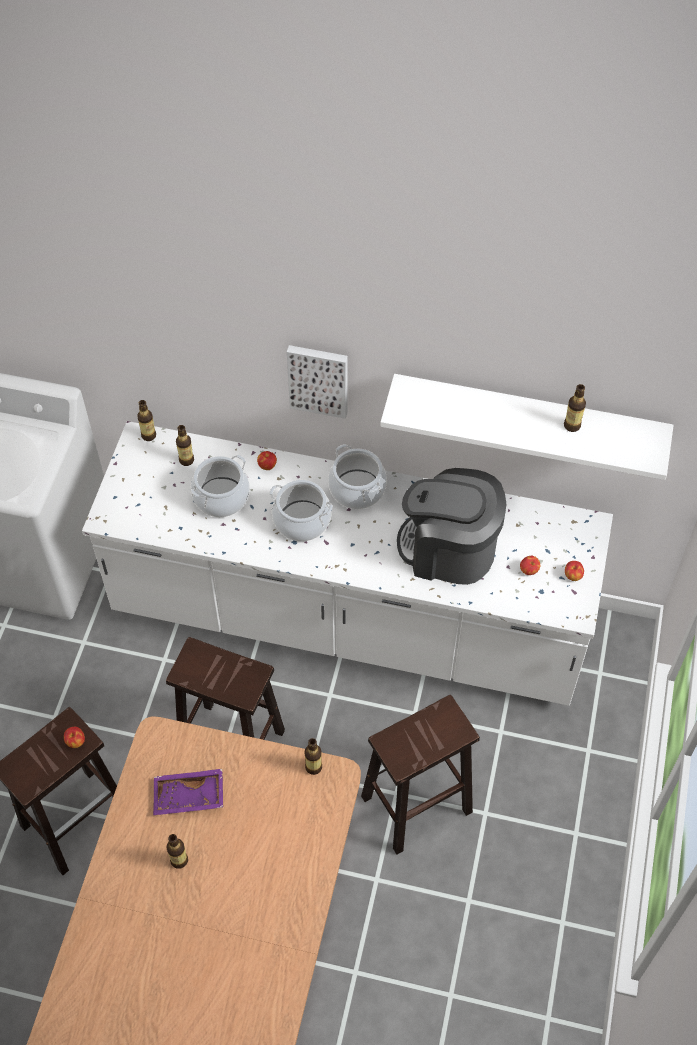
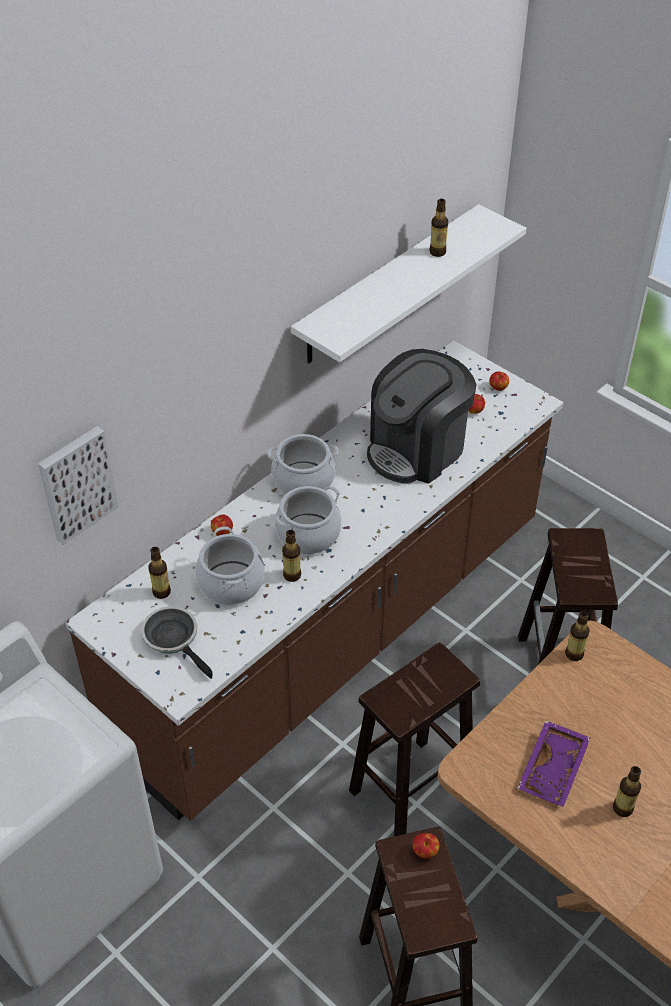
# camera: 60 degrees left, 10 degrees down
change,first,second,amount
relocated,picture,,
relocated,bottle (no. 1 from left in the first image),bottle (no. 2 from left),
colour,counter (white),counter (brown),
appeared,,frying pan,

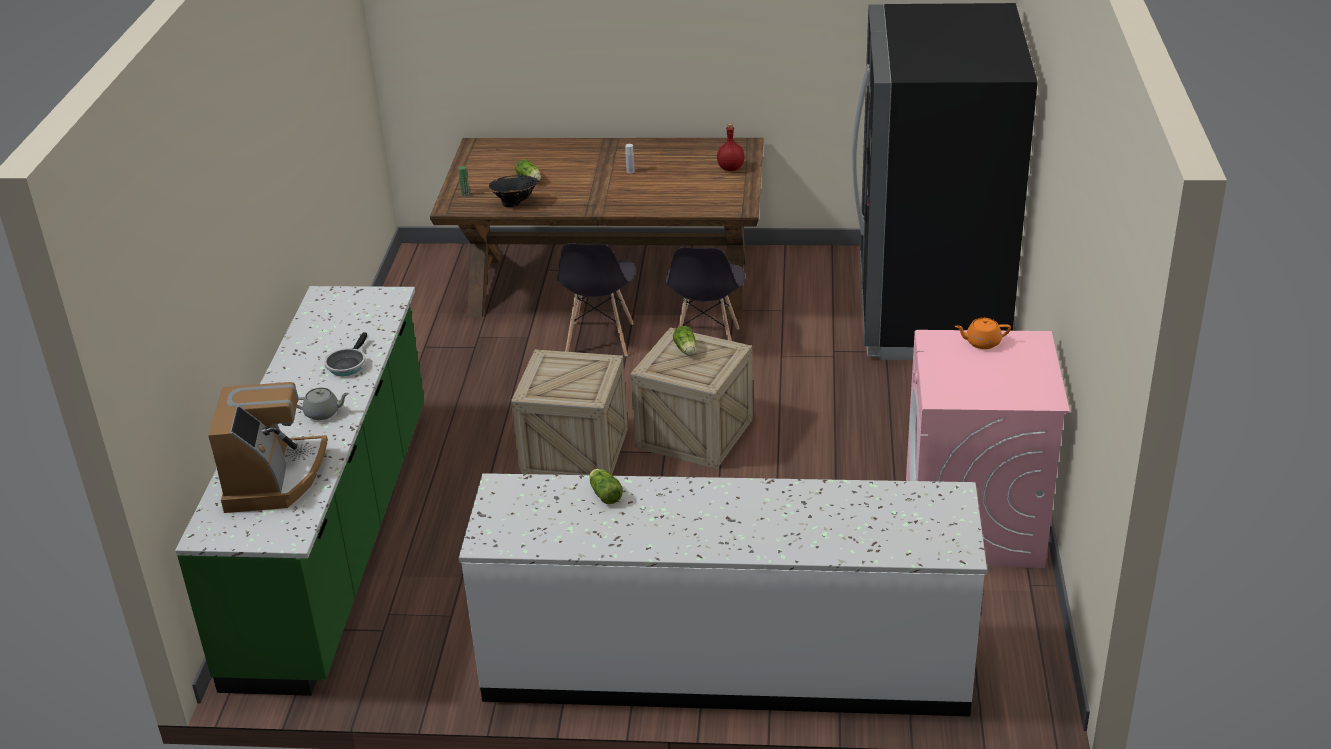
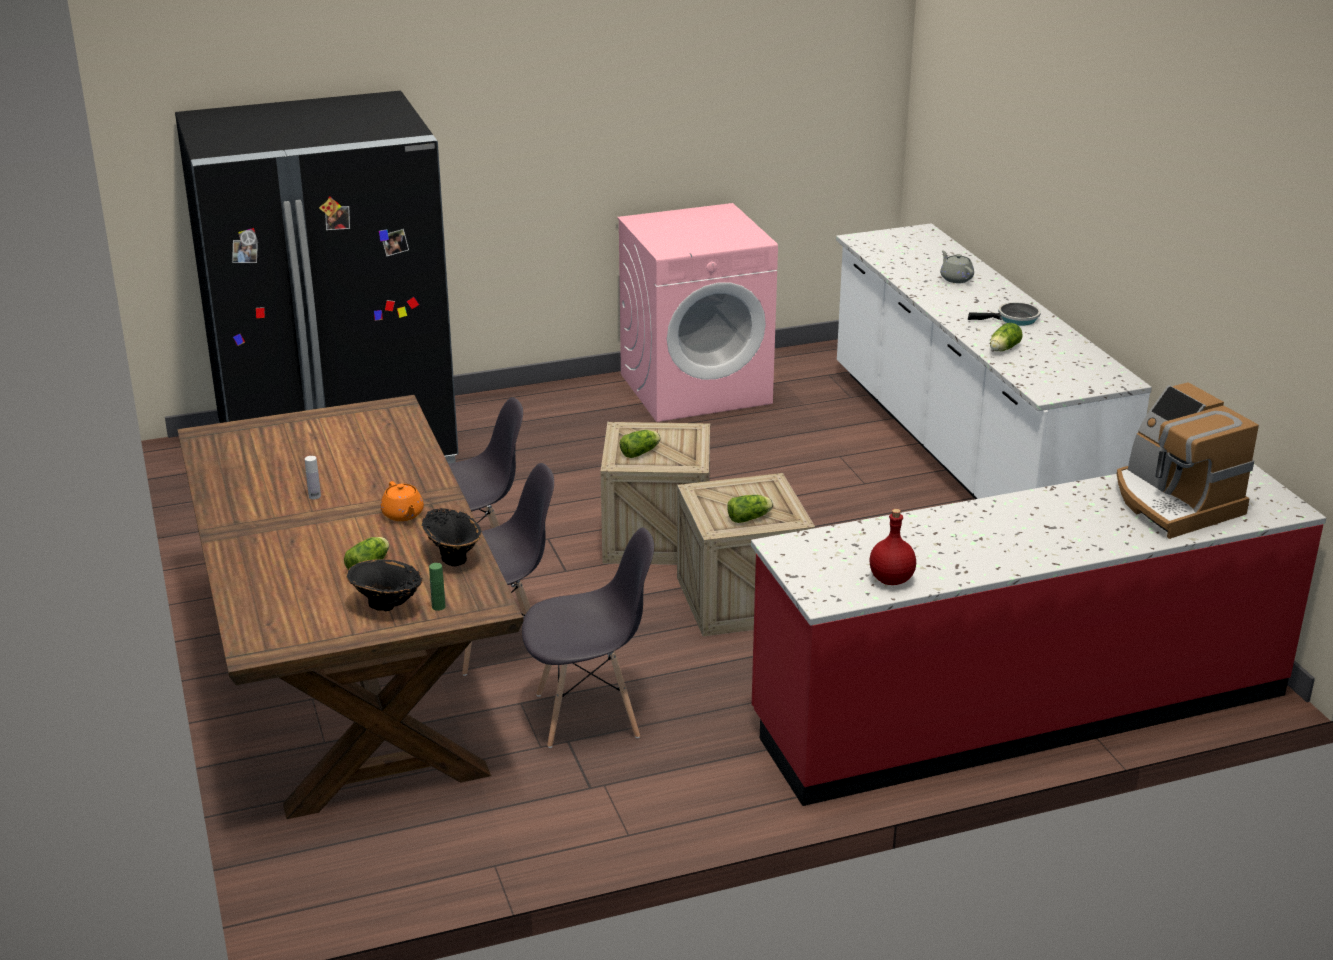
# camera: 115 degrees left, 5 degrees down
change,first,second,amount
relocated,bottle (red),,
colour,counter (green),counter (red),
relocated,teapot (orange),,
relocated,frying pan,,
spun,coffee machine,,90 degrees counterclockwise
relocated,teapot (grey),,
appeared,,lettuce (no. 3 from left),
appeared,,chair (grey) (no. 3 from left),
appeared,,vase (black) (no. 1 from left),

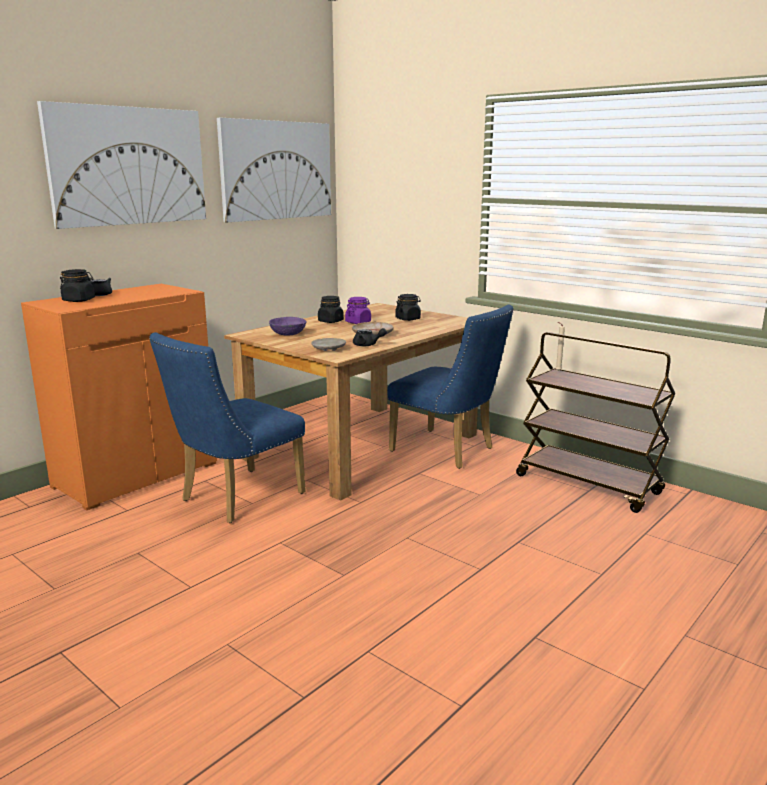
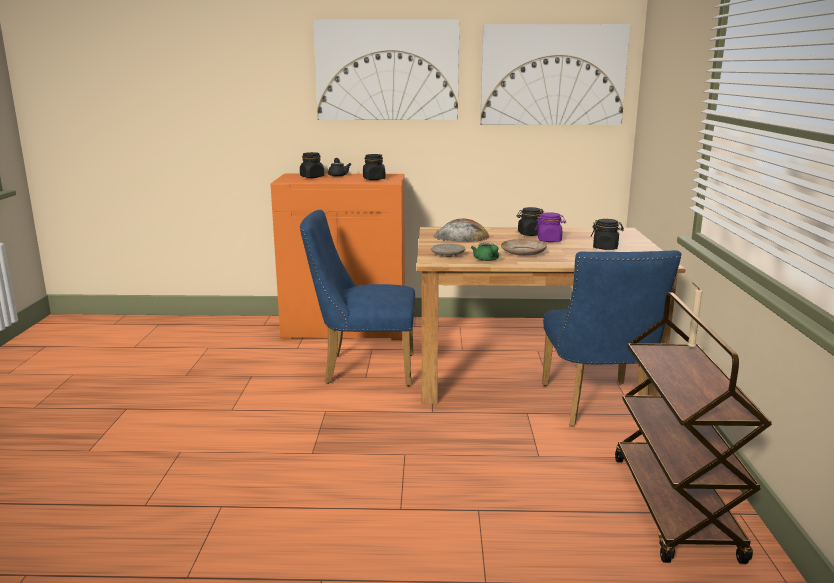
# camera: 50 degrees right, 0 degrees up
change,first,second,amount
exchanged,bowl (purple),bread,
colour,teapot (black) (no. 2 from left),teapot (green),
appeared,,jar (black) (no. 2 from left),

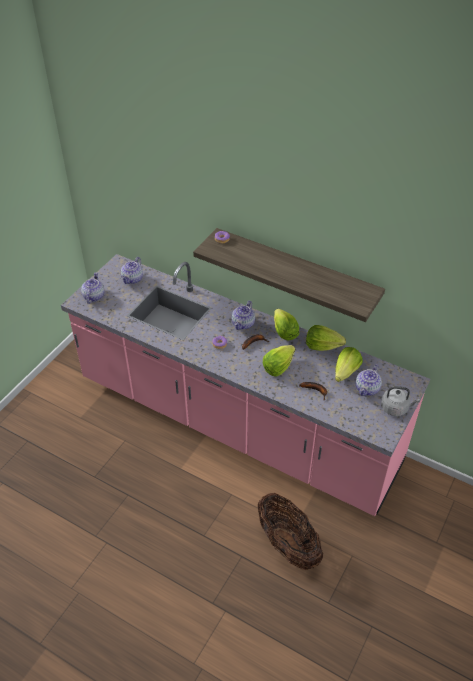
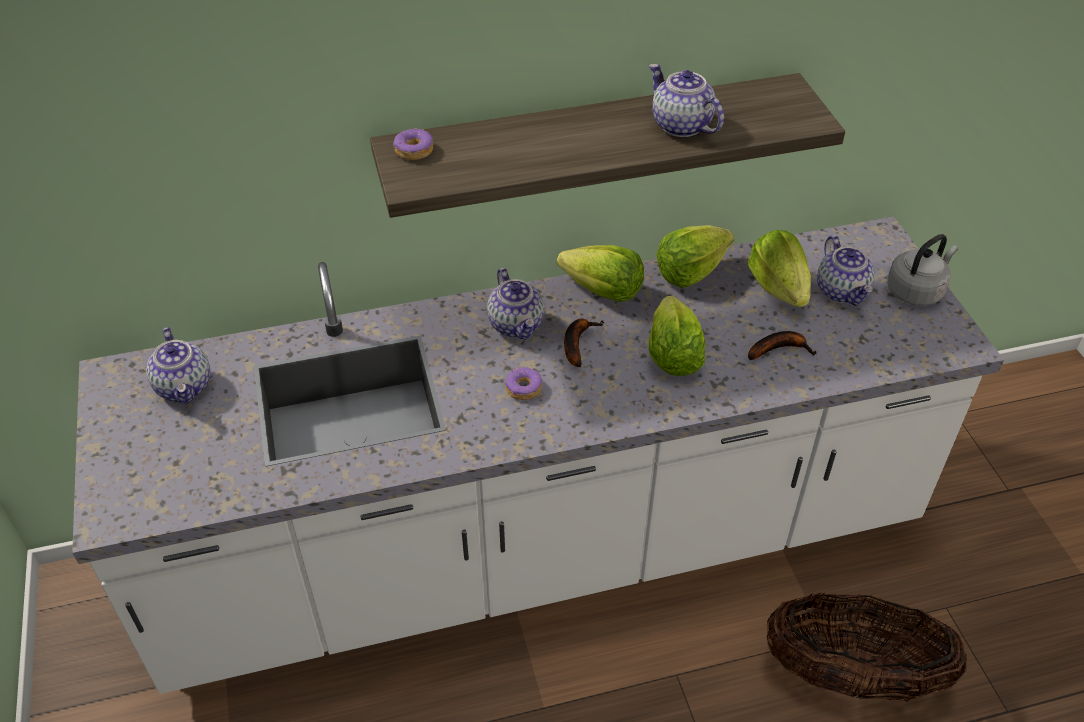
# camera: 45 degrees left, 0 degrees up
change,first,second,amount
colour,counter (pink),counter (white),
relocated,teapot (no. 1 from left in the first image),teapot (no. 3 from left),

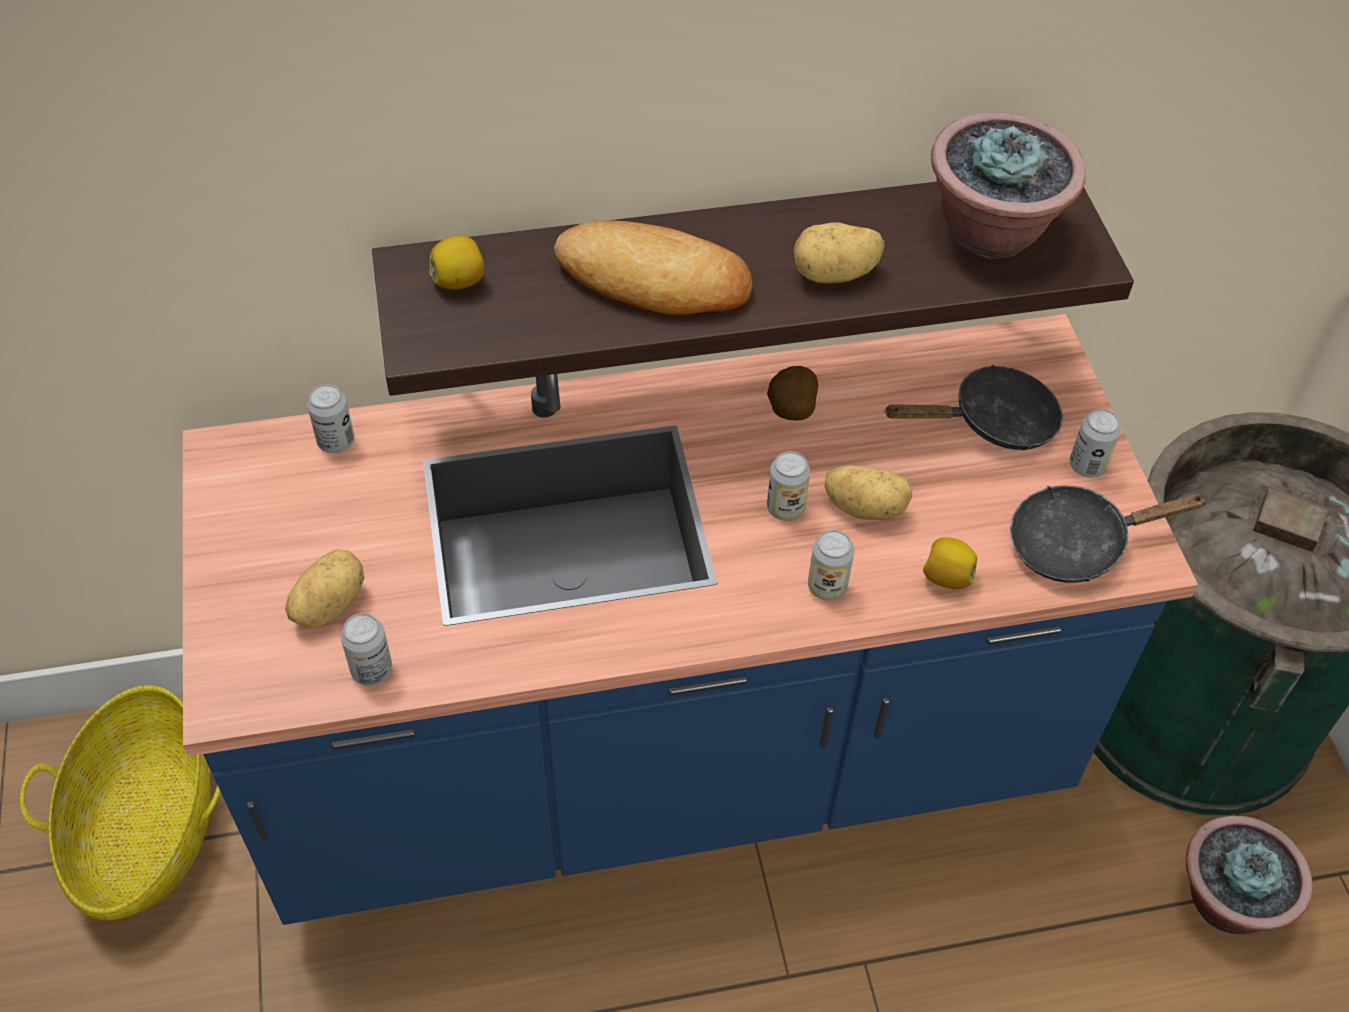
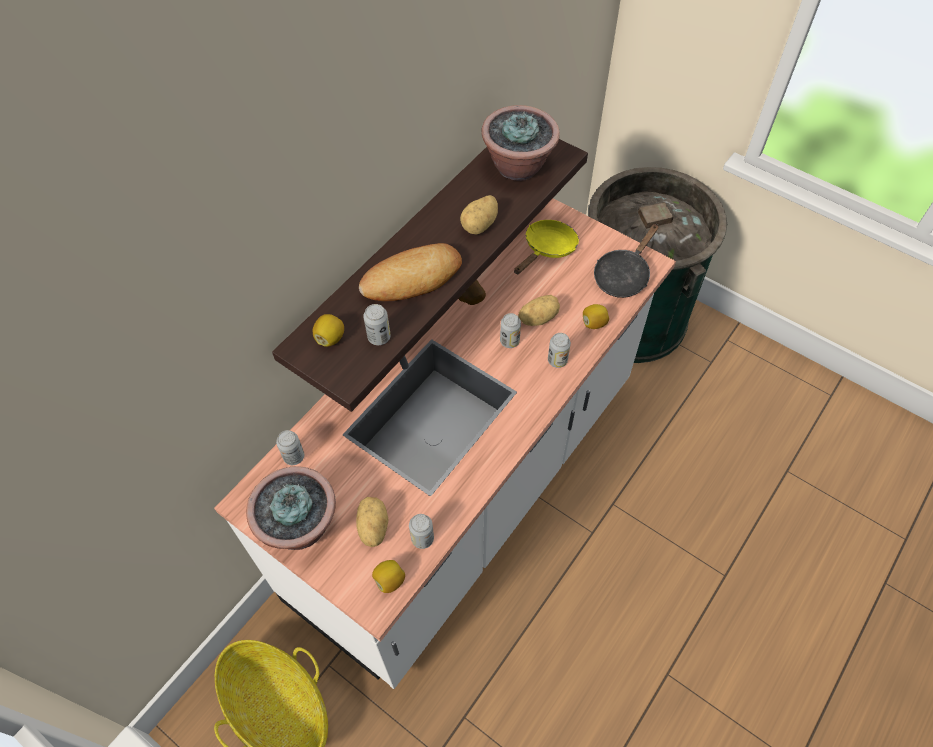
# camera: 40 degrees left, 5 degrees up
change,first,second,amount
colour,counter (blue),counter (white),
colour,frying pan (black) (no. 1 from left),frying pan (yellow),
relocated,can (no. 5 from left in the first image),can (no. 2 from left),
relocated,potted plant (no. 2 from left in the first image),potted plant (no. 1 from left),
appeared,,lemon (no. 2 from left),

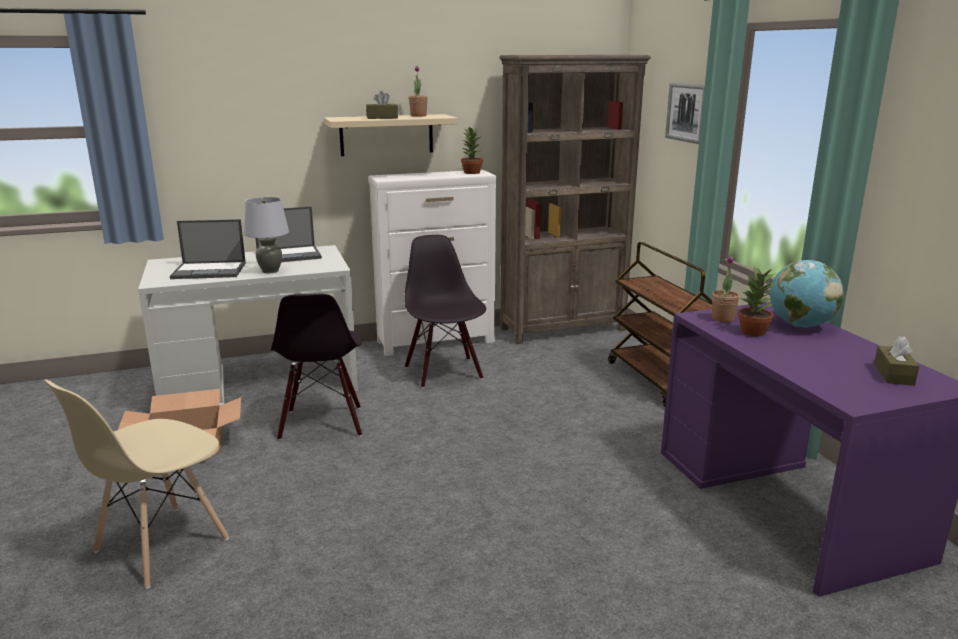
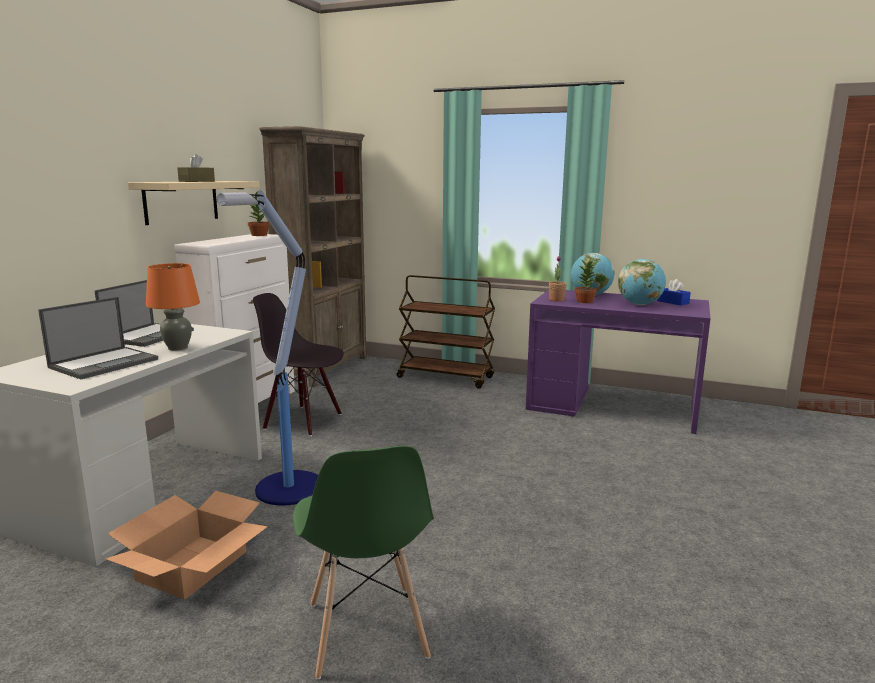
# camera: 50 degrees left, 5 degrees down
change,first,second,amount
missing,potted plant (no. 1 from left),,
missing,picture,,
colour,table lamp (grey),table lamp (orange),
exchanged,chair (black) (no. 1 from left),floor lamp,
colour,tissue box (brown) (no. 2 from left),tissue box (blue),
colour,chair (beige),chair (green),
appeared,,globe (no. 2 from left),

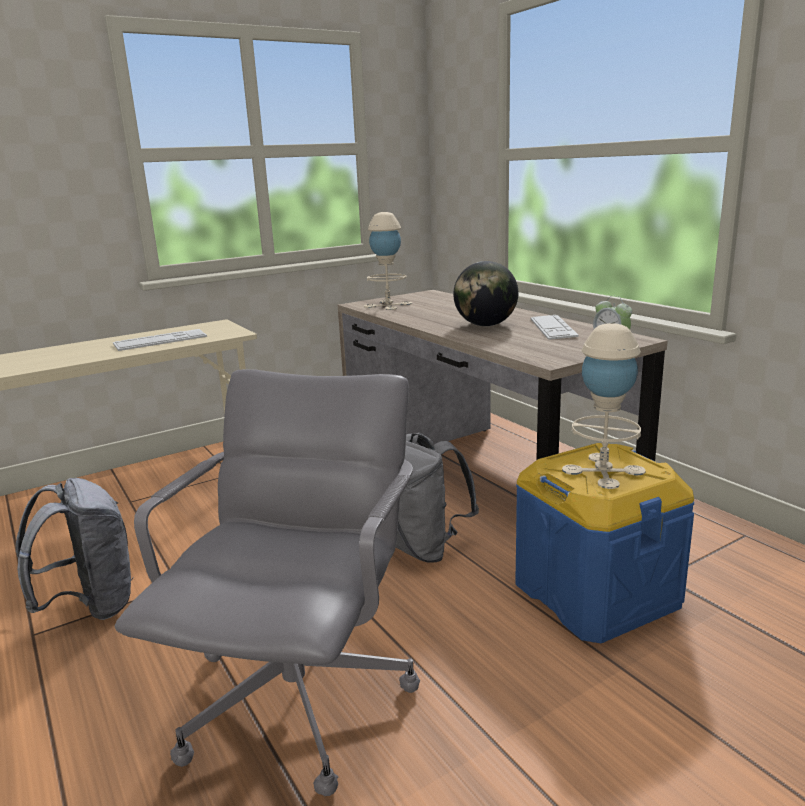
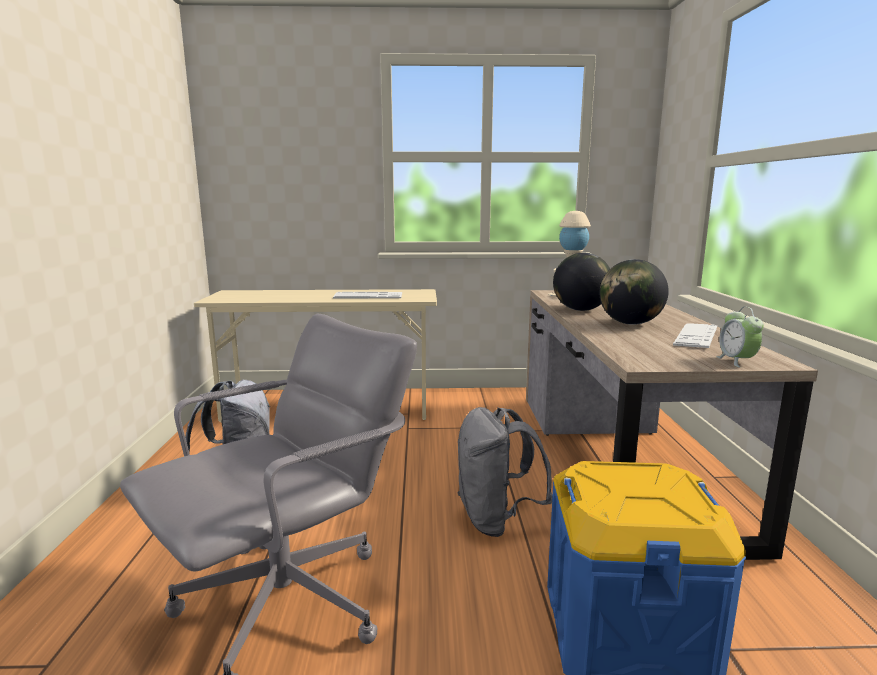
# camera: 30 degrees right, 5 degrees down
change,first,second,amount
missing,table lamp (beige) (no. 2 from left),,
appeared,,globe (no. 1 from left),

